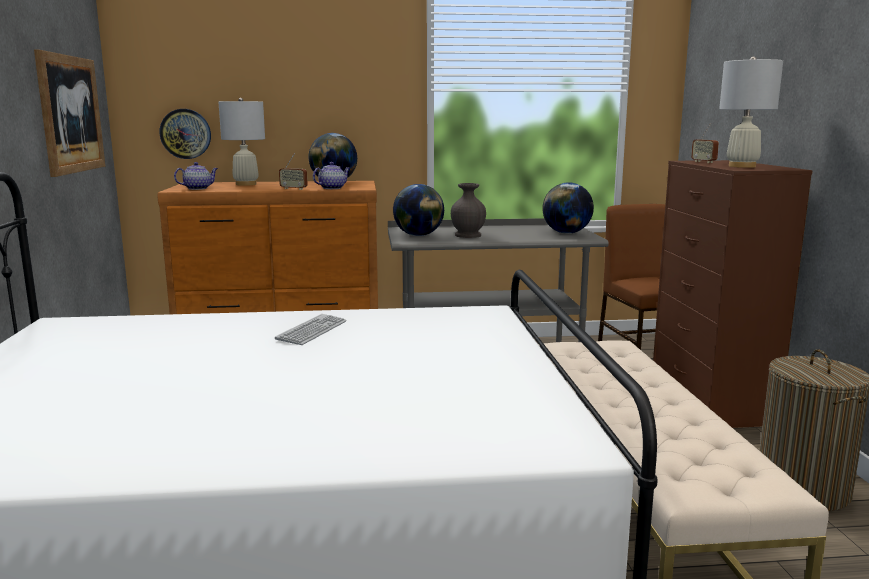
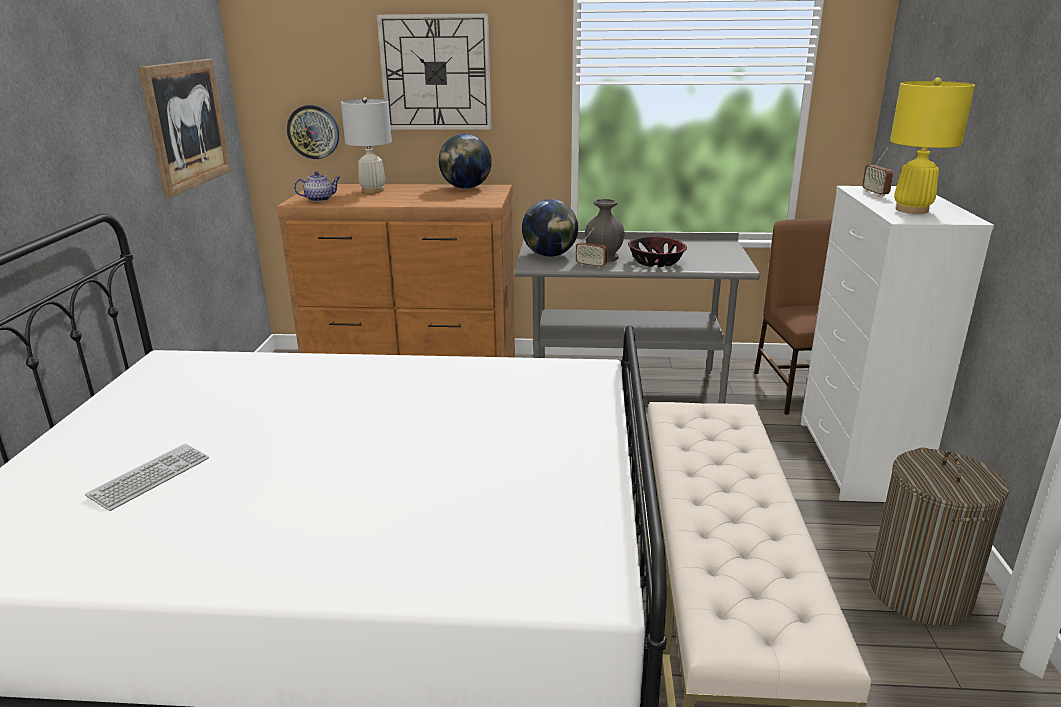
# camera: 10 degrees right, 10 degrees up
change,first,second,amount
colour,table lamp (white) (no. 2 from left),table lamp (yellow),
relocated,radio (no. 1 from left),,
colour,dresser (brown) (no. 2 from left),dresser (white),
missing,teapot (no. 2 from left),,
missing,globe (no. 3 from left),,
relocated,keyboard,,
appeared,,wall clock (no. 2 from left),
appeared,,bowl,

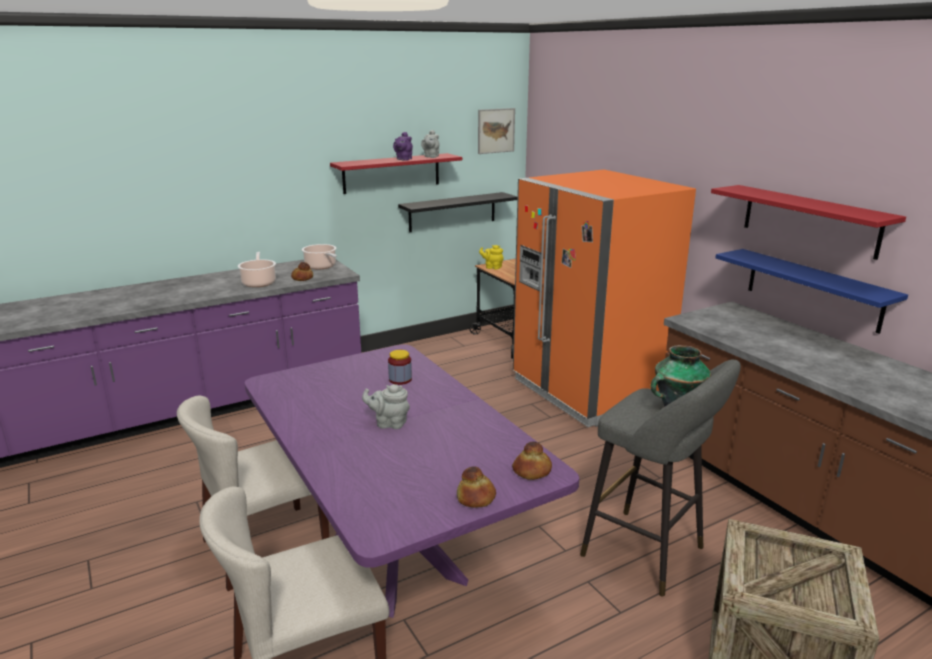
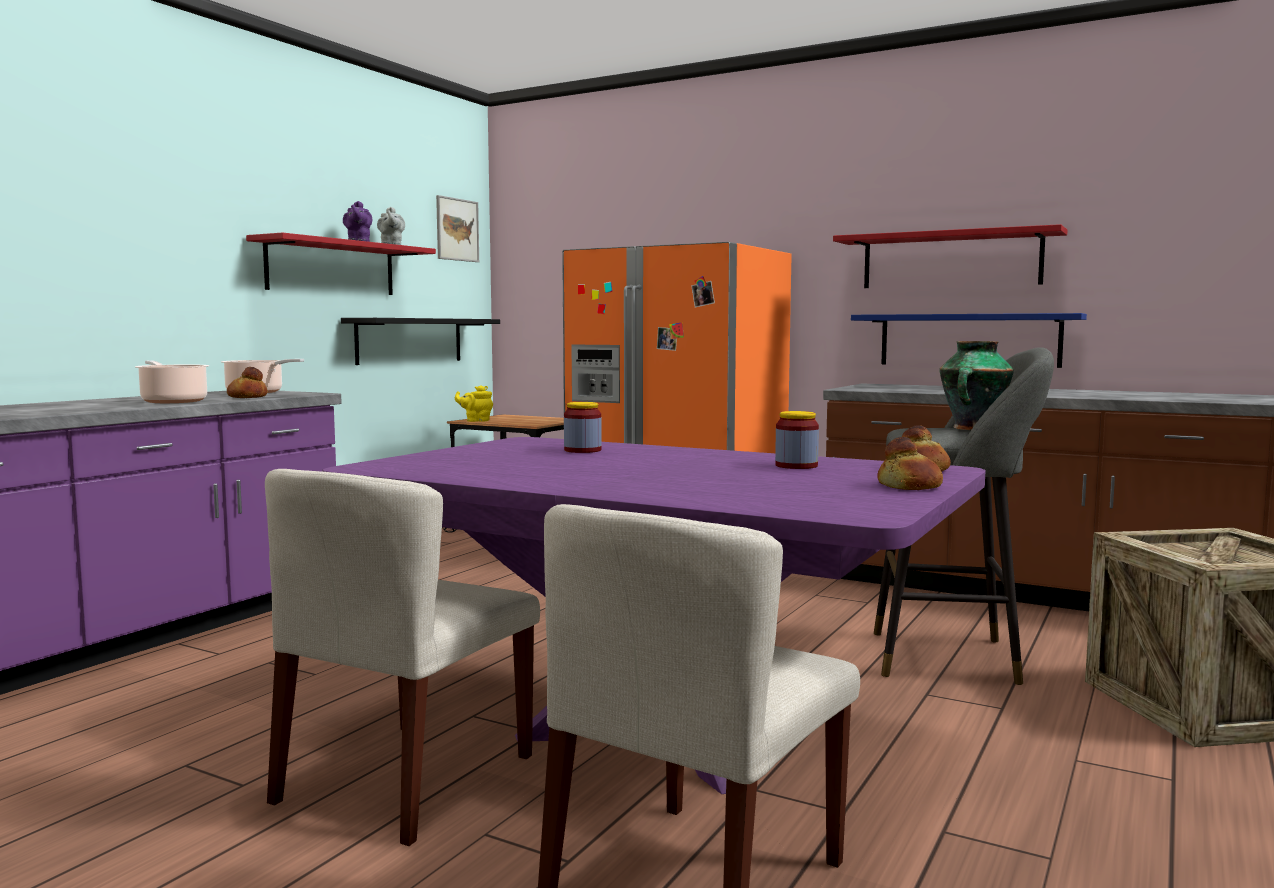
# camera: 30 degrees left, 15 degrees down
change,first,second,amount
missing,teapot (grey) (no. 1 from left),,
appeared,,jar (no. 2 from left),

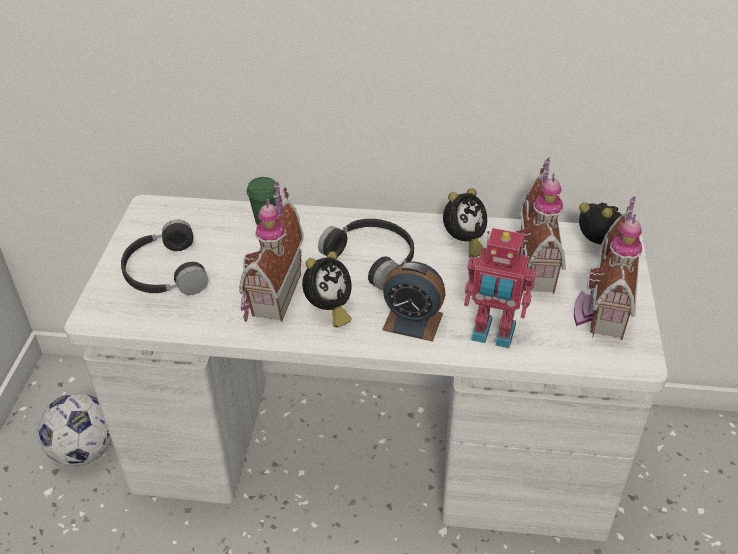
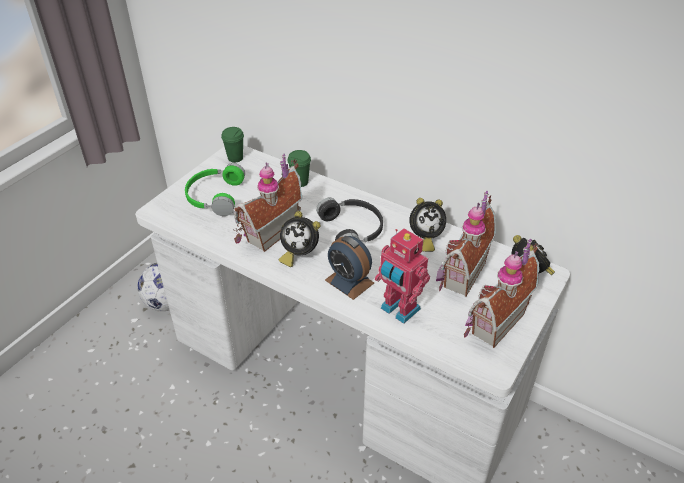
# camera: 25 degrees right, 0 degrees up
change,first,second,amount
colour,headphones (black) (no. 1 from left),headphones (green),
spun,alarm clock (no. 1 from left),,45 degrees clockwise
appeared,,cup (green) (no. 1 from left),

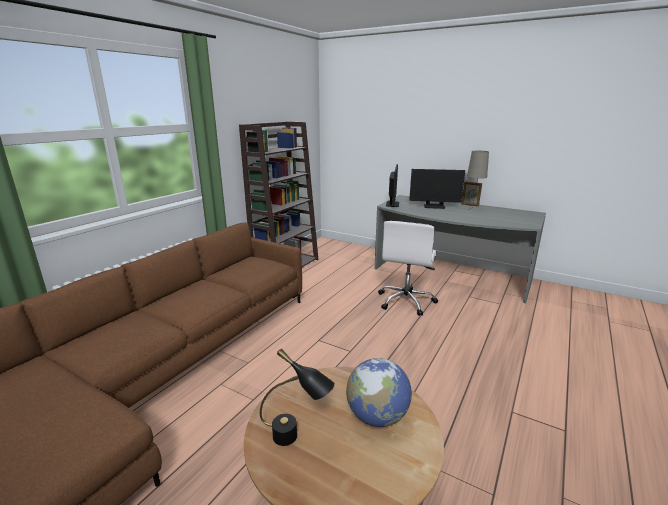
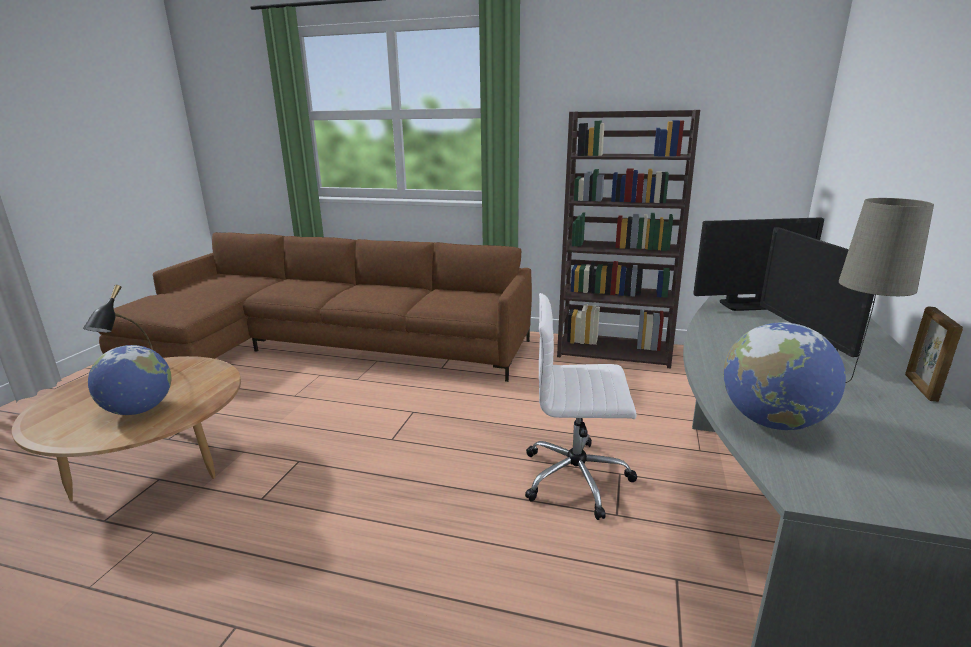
# camera: 75 degrees right, 0 degrees up
change,first,second,amount
appeared,,globe (no. 2 from left),

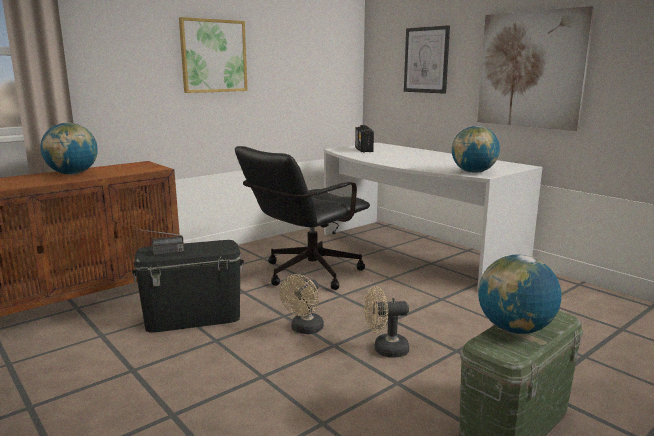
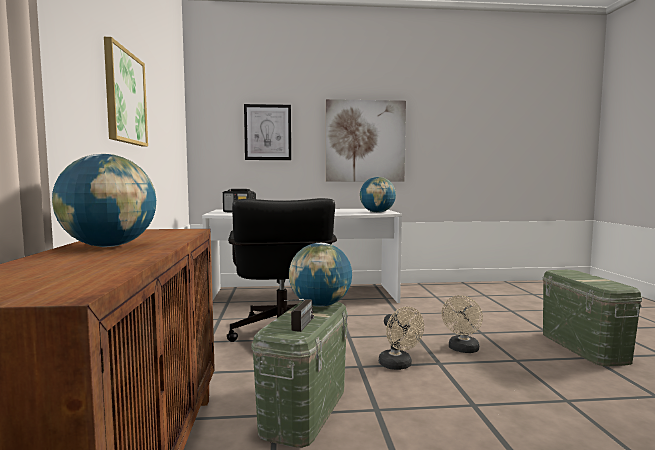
# camera: 55 degrees left, 10 degrees down
change,first,second,amount
colour,storage box (black),storage box (green) (no. 1 from left),
relocated,globe (no. 3 from left in the first image),globe (no. 2 from left),

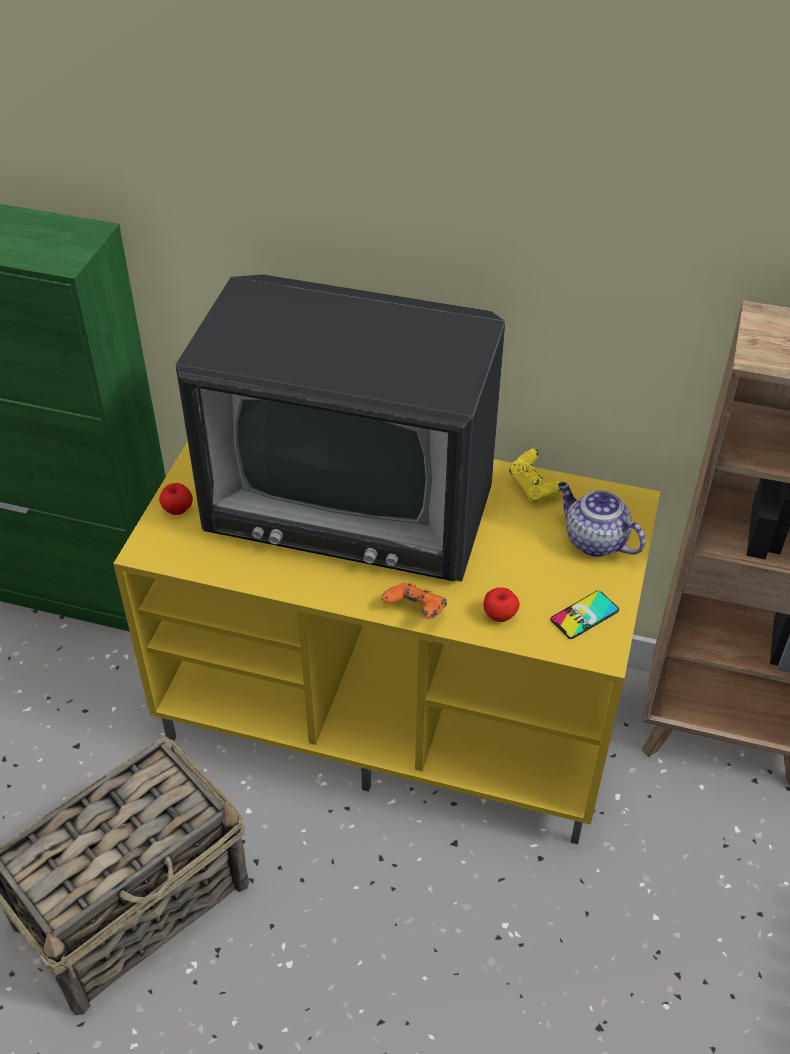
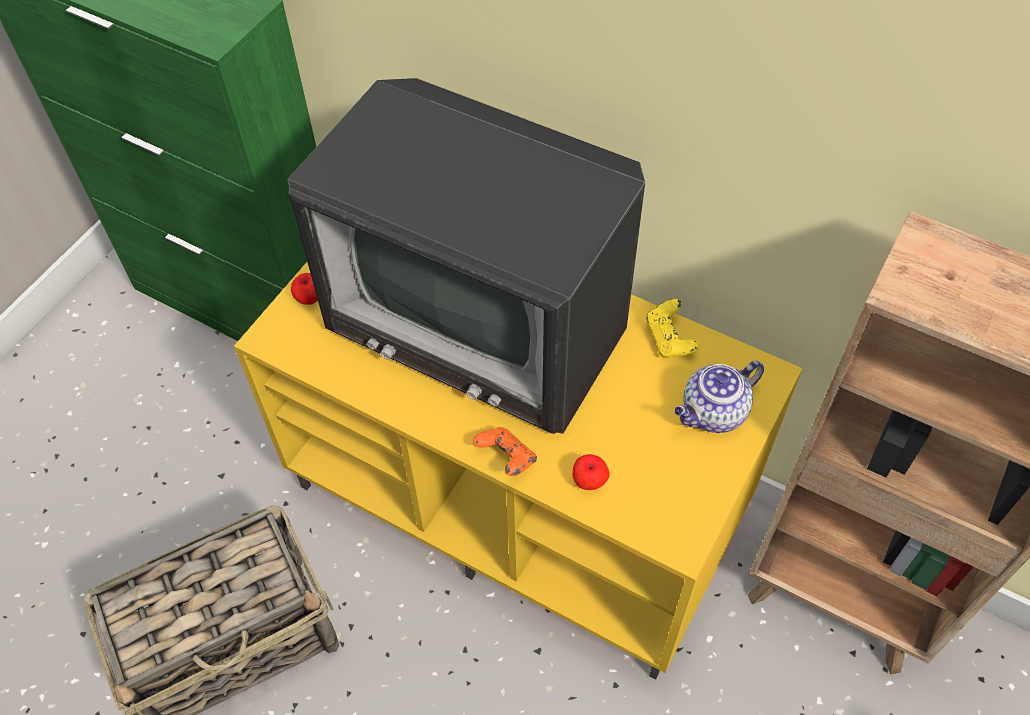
# camera: 15 degrees right, 10 degrees up
change,first,second,amount
spun,teapot,,90 degrees counterclockwise
missing,phone,,

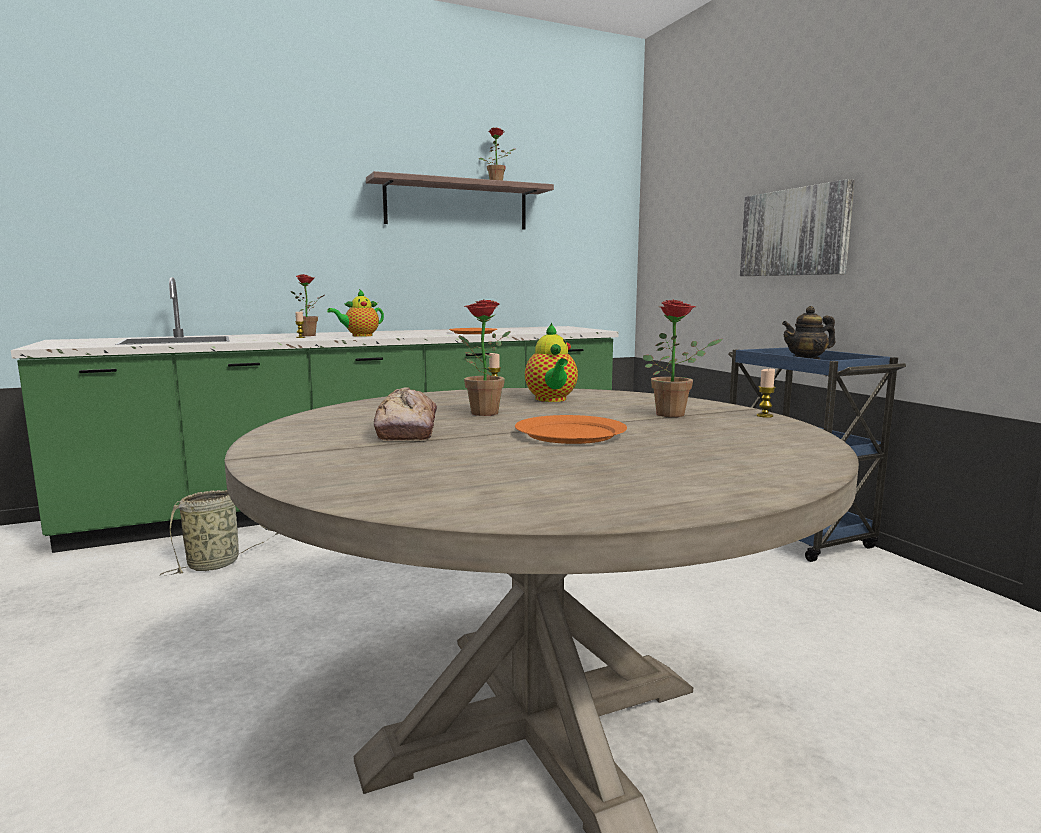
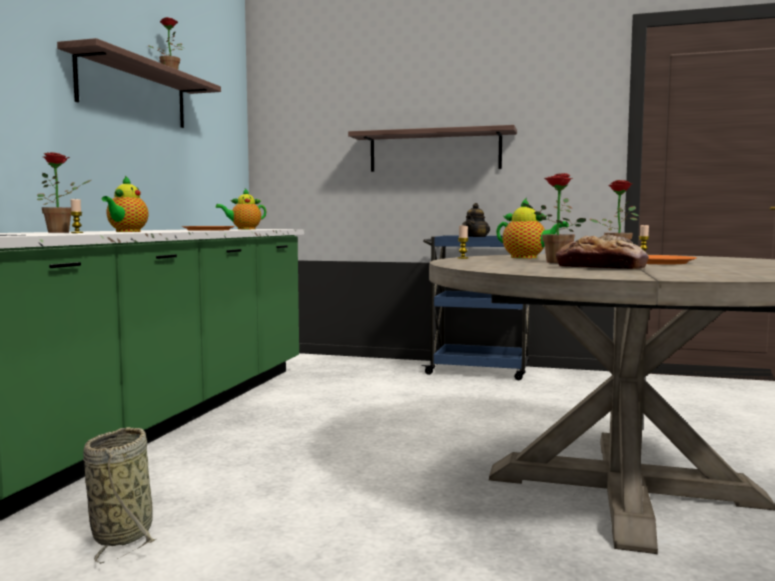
# camera: 50 degrees left, 5 degrees down
change,first,second,amount
exchanged,picture,shelf (no. 2 from left),
appeared,,teapot (no. 2 from left),

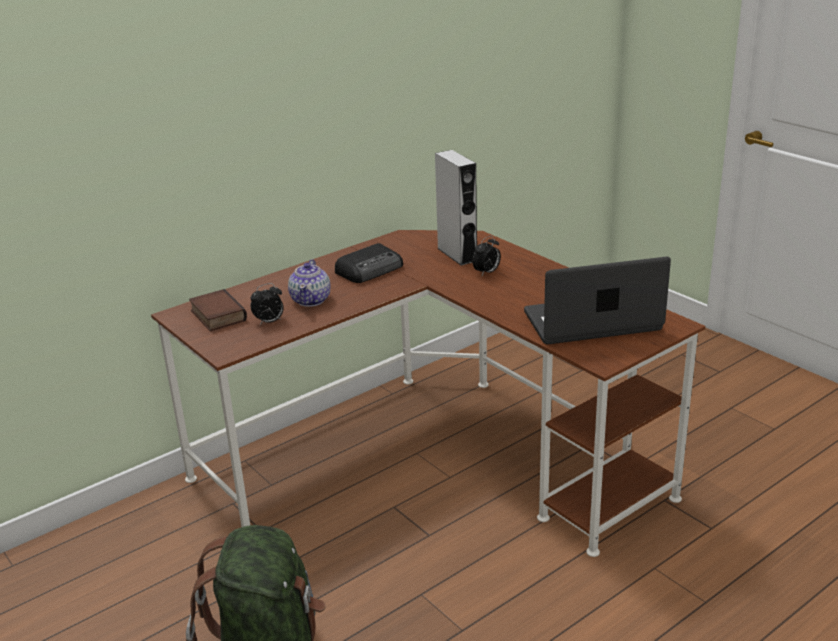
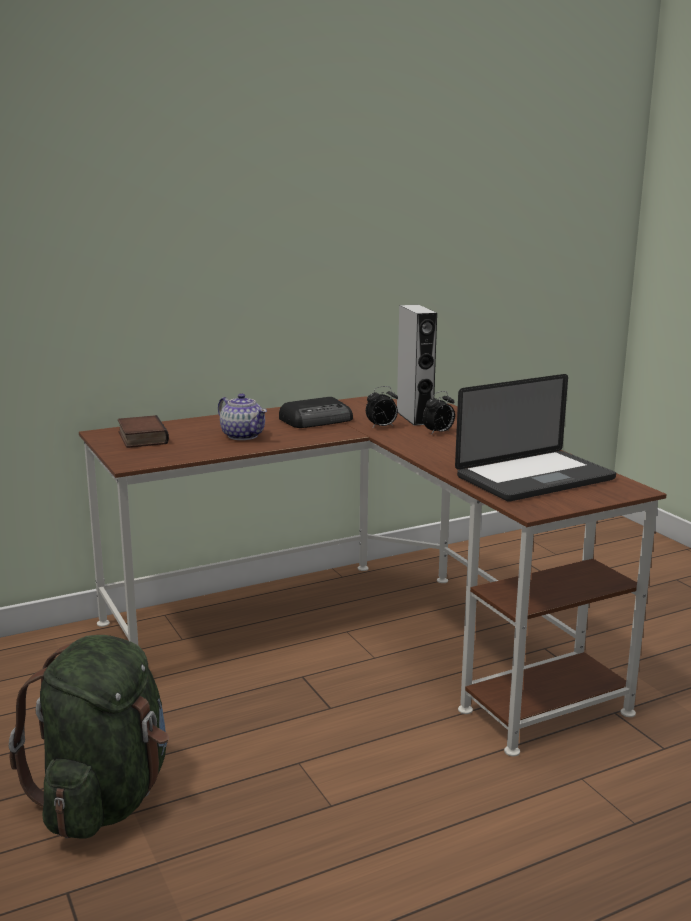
# camera: 10 degrees right, 10 degrees down
change,first,second,amount
spun,laptop,,150 degrees clockwise
spun,teapot,,60 degrees counterclockwise
relocated,alarm clock (no. 1 from left),,

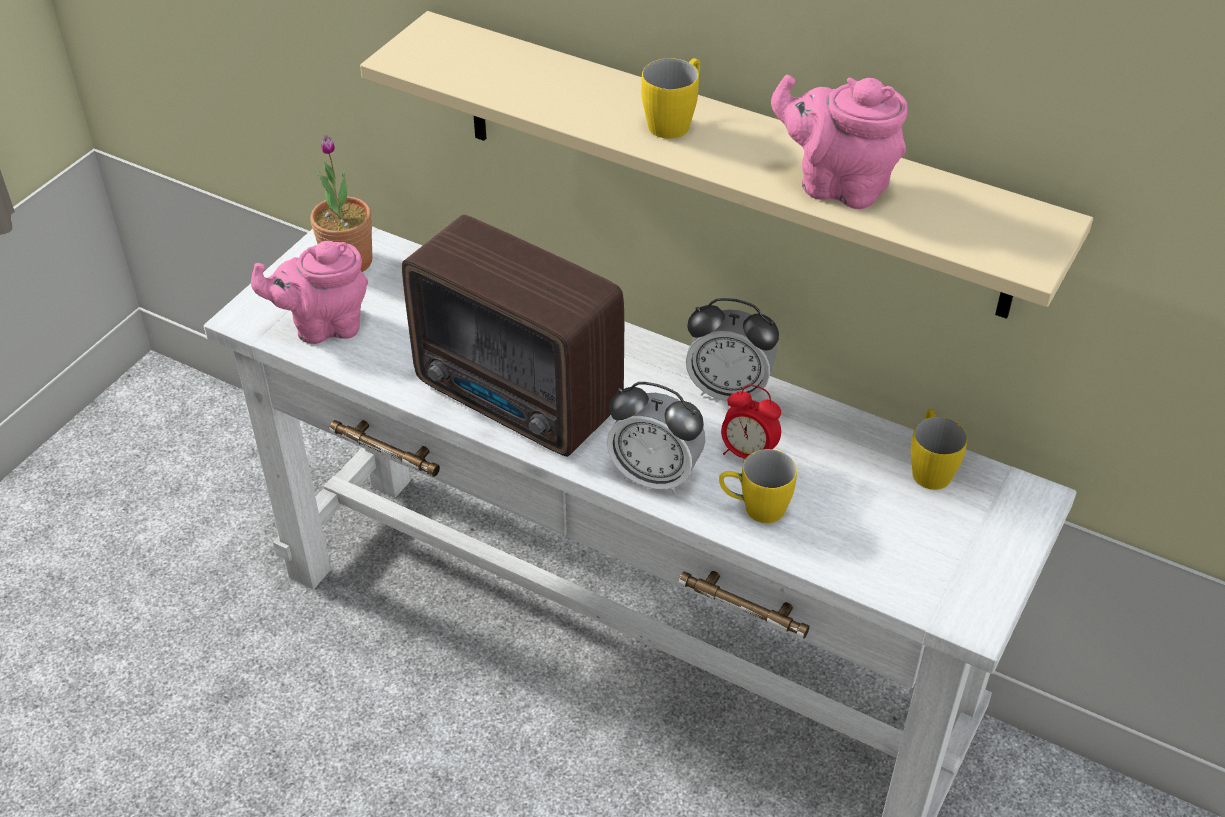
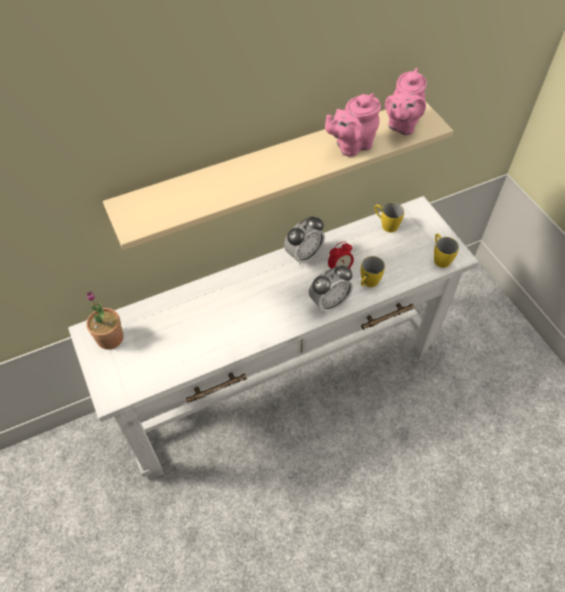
# camera: 55 degrees left, 10 degrees up
change,first,second,amount
relocated,mug (yellow) (no. 1 from left in the first image),mug (yellow) (no. 3 from left),
missing,radio,,
relocated,teapot (pink) (no. 1 from left in the first image),teapot (pink) (no. 2 from left),

